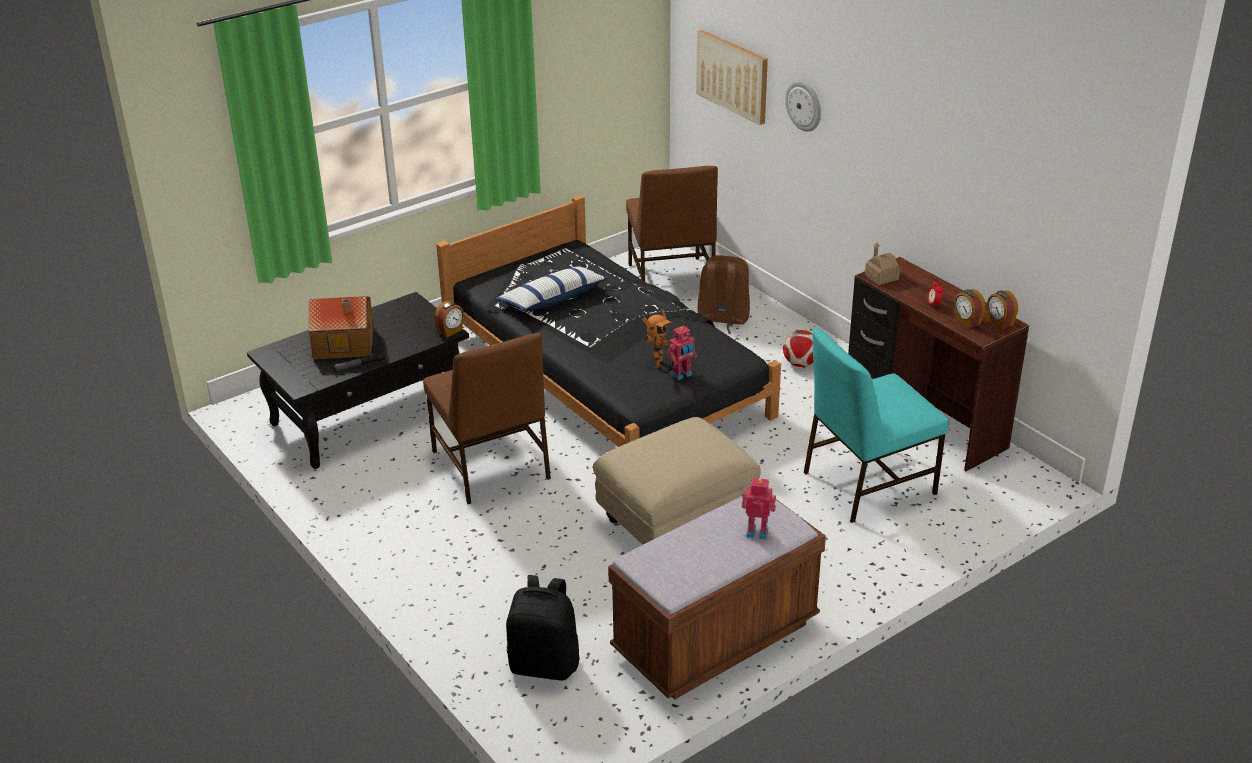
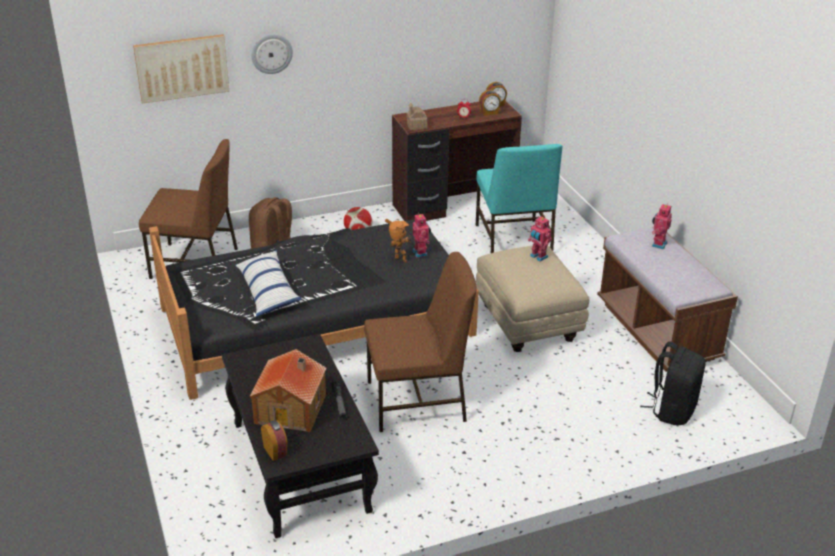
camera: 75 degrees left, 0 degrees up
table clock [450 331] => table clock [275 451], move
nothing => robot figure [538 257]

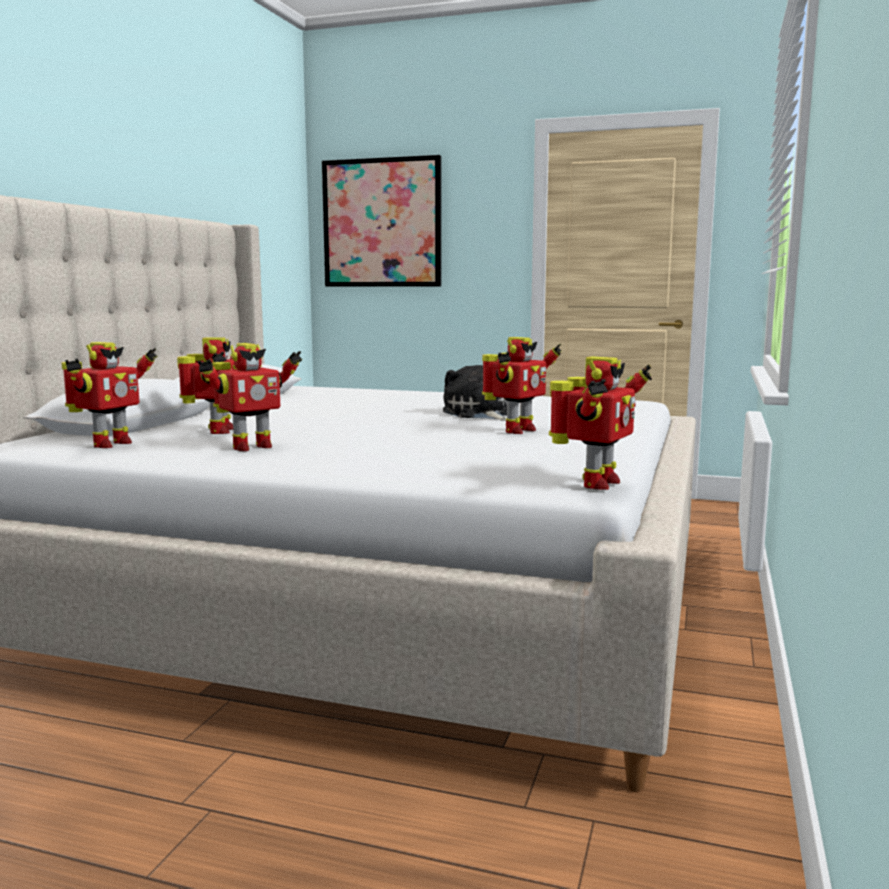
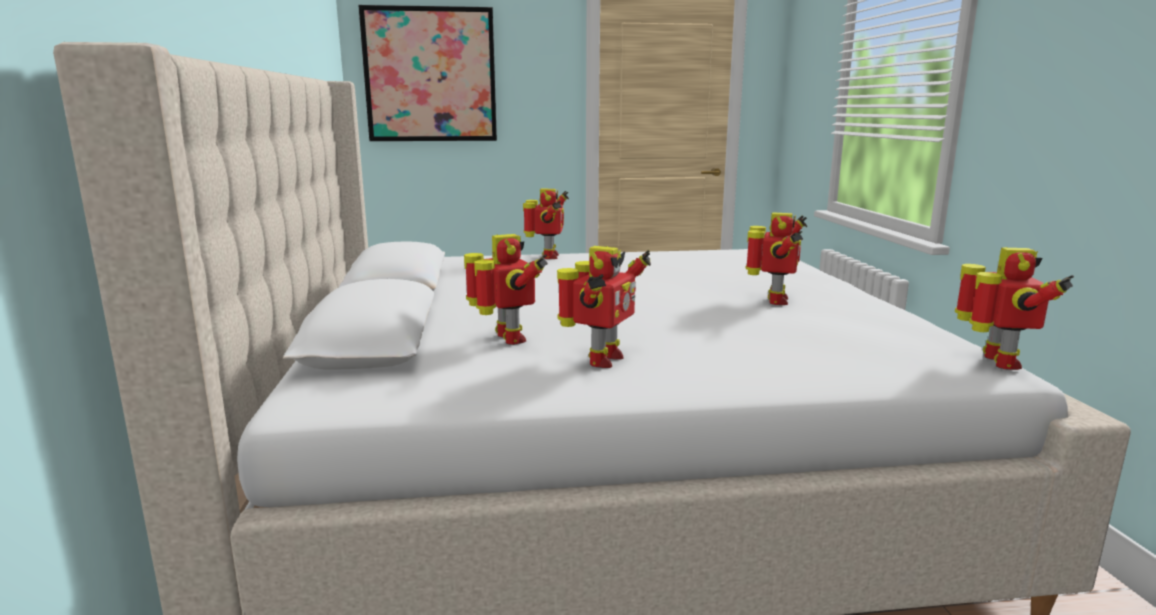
camera: 25 degrees left, 5 degrees up
robot figure [109 444] => robot figure [548 257], move
soft toy [479 414] => nothing

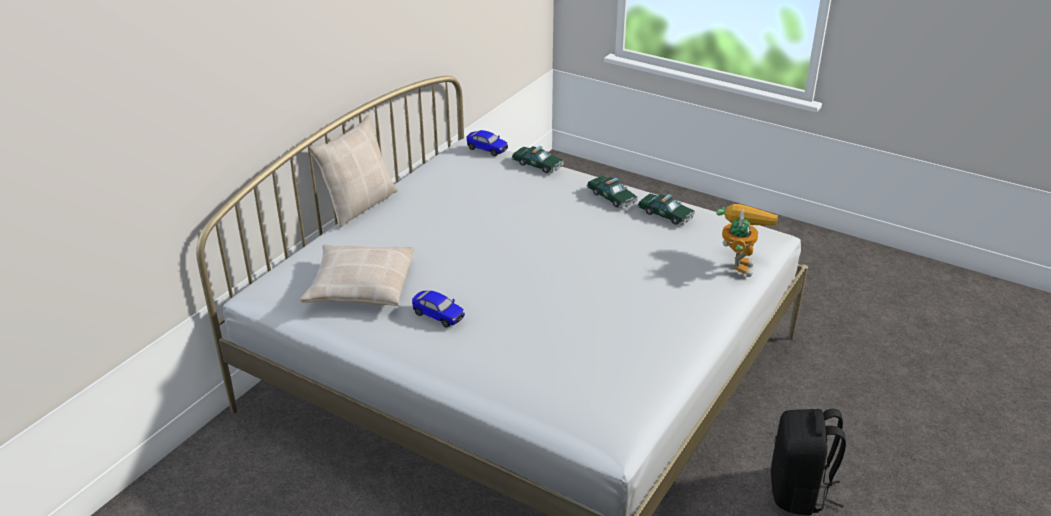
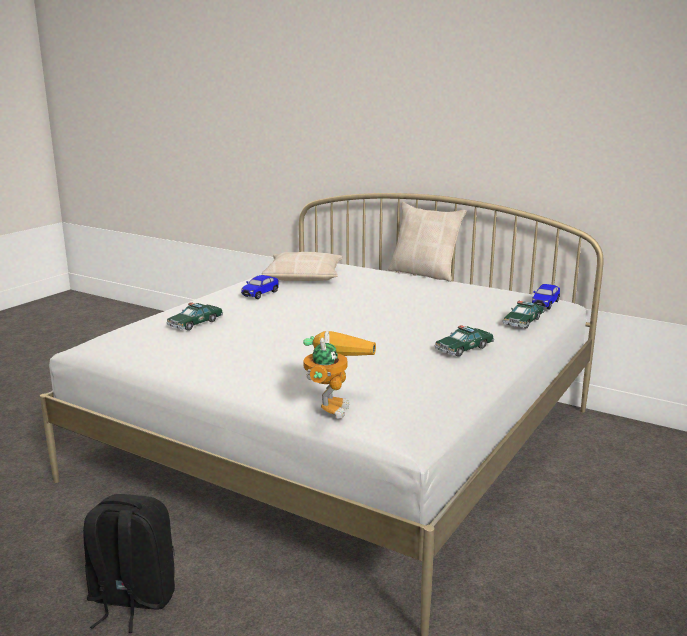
camera: 90 degrees right, 15 degrees down
model car [665 214] => model car [195 323], move
robot figure [738 262] => robot figure [332 404], 90 degrees counterclockwise

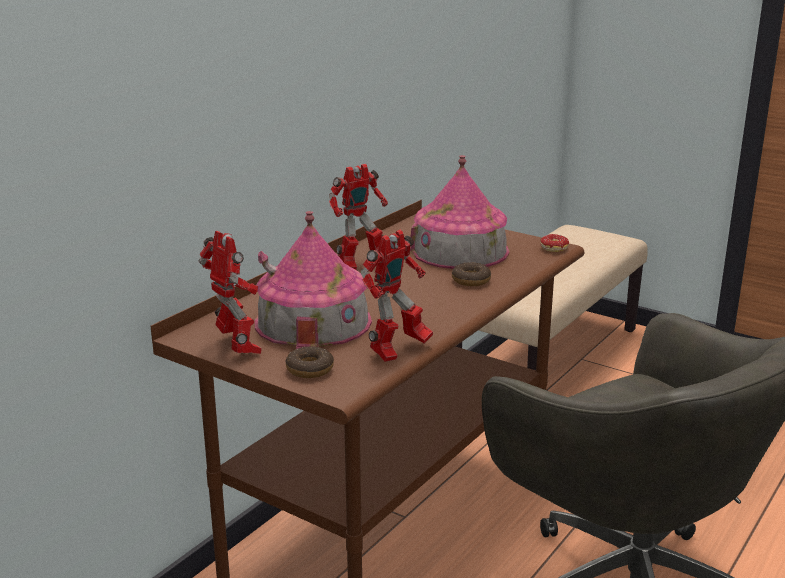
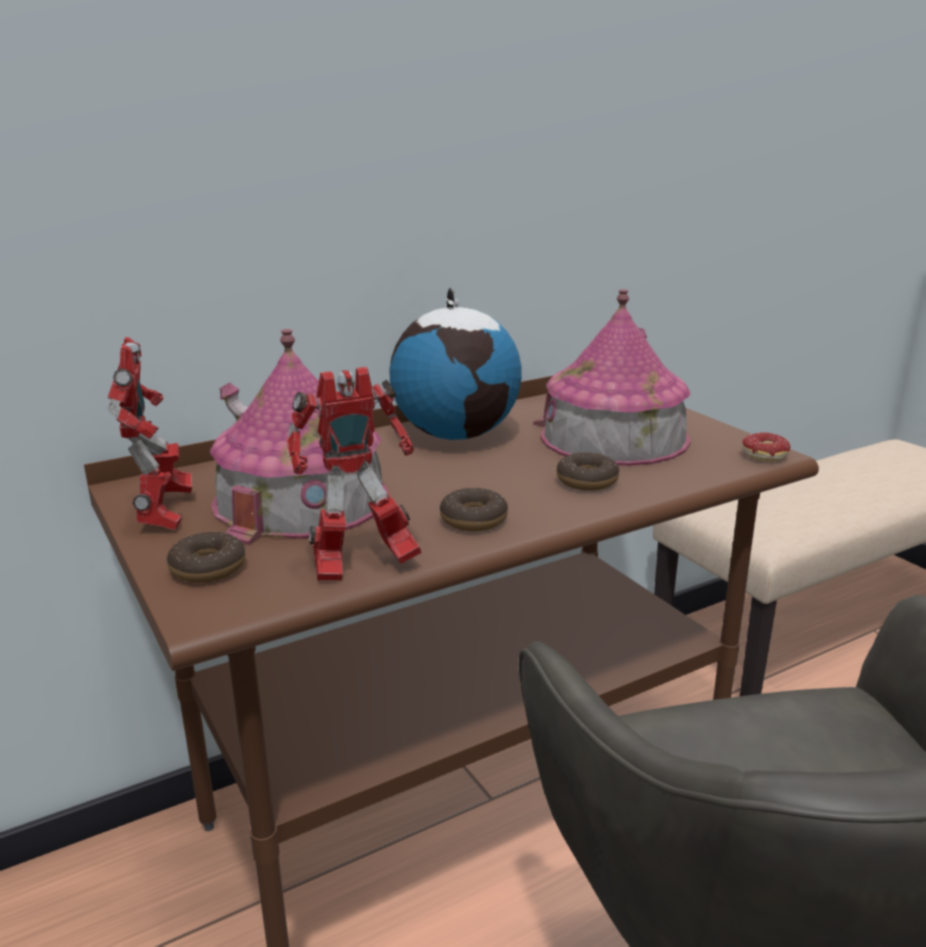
camera: 25 degrees right, 0 degrees up
robot figure [361 265] => globe [456 434]
nothing => ring doughnut [473 519]

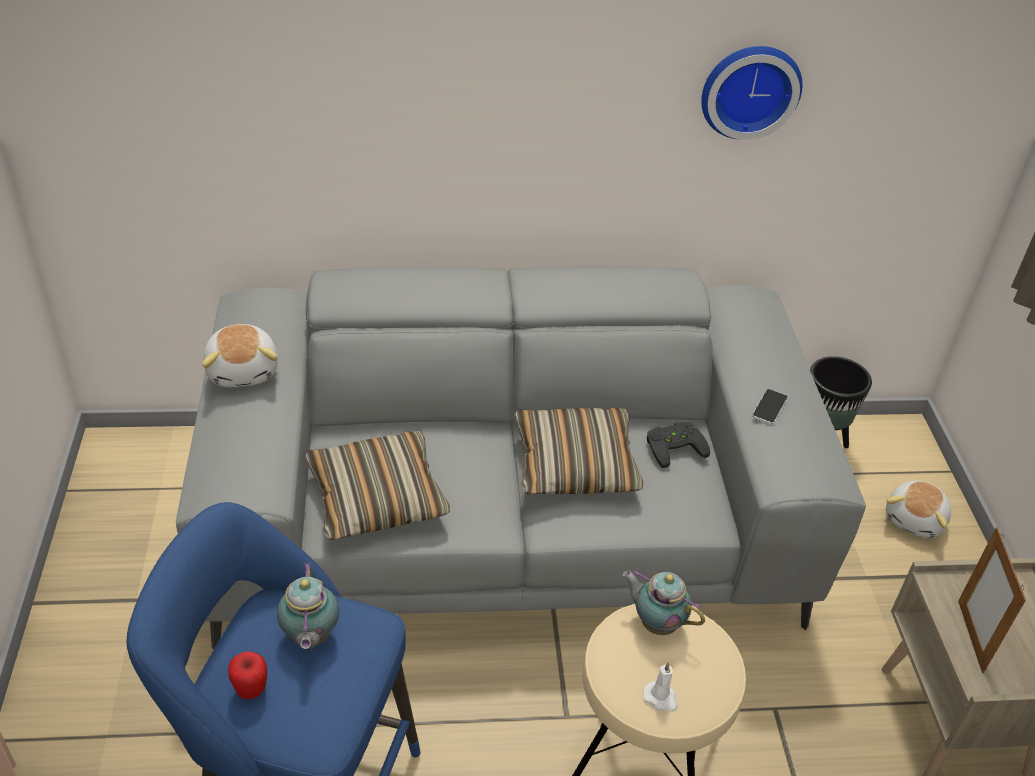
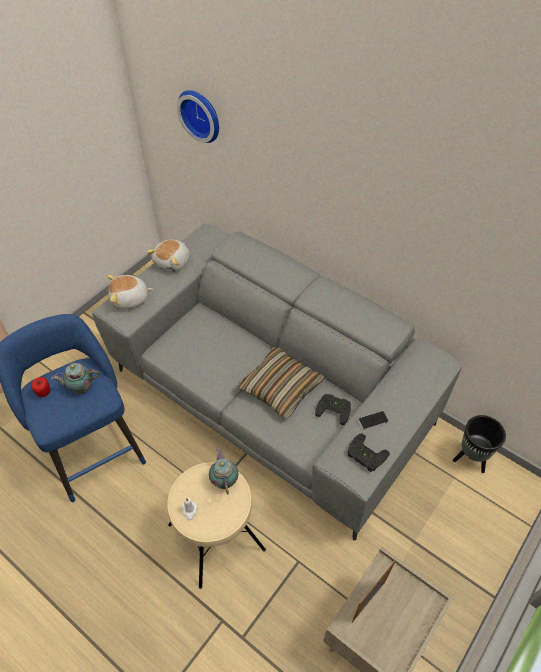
camera: 45 degrees right, 10 degrees up
wall clock [749 89] => wall clock [201 114], move
pillow [376 497] => nothing
soft toy [915 520] => soft toy [130 299], move
pot for tea [310 637] => pot for tea [80 388], 45 degrees clockwise
nothing => game controller in black [365 456]

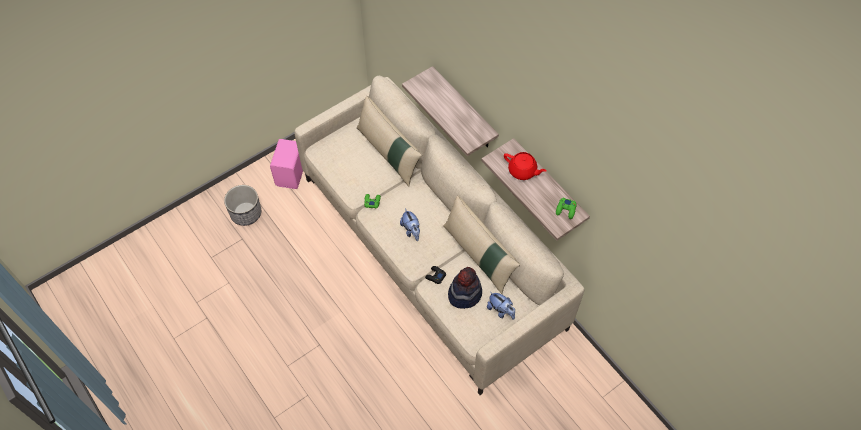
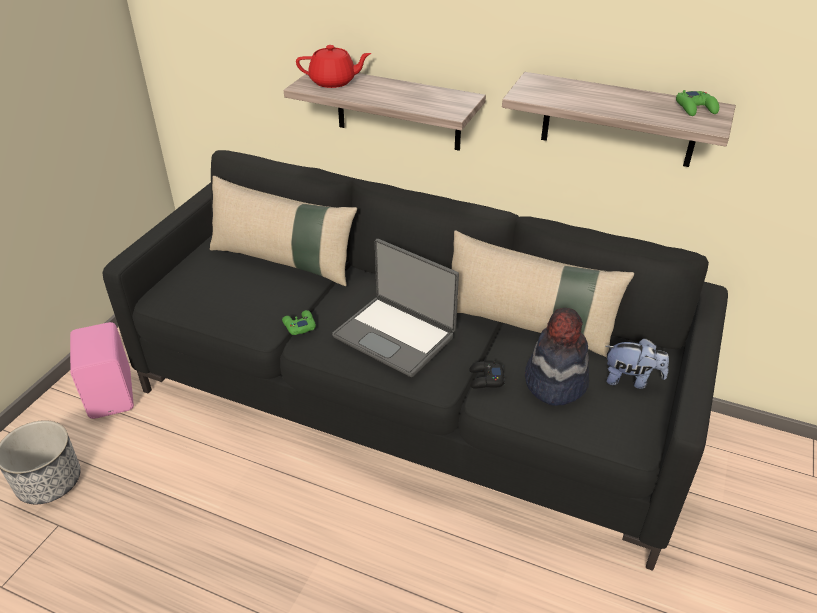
camera: 30 degrees left, 20 degrees down
couch in beige [430 251] => couch in black [408 402]
pot for tea in red [522 171] => pot for tea in red [333 82], move
soft toy [411 230] => laptop [395 335]

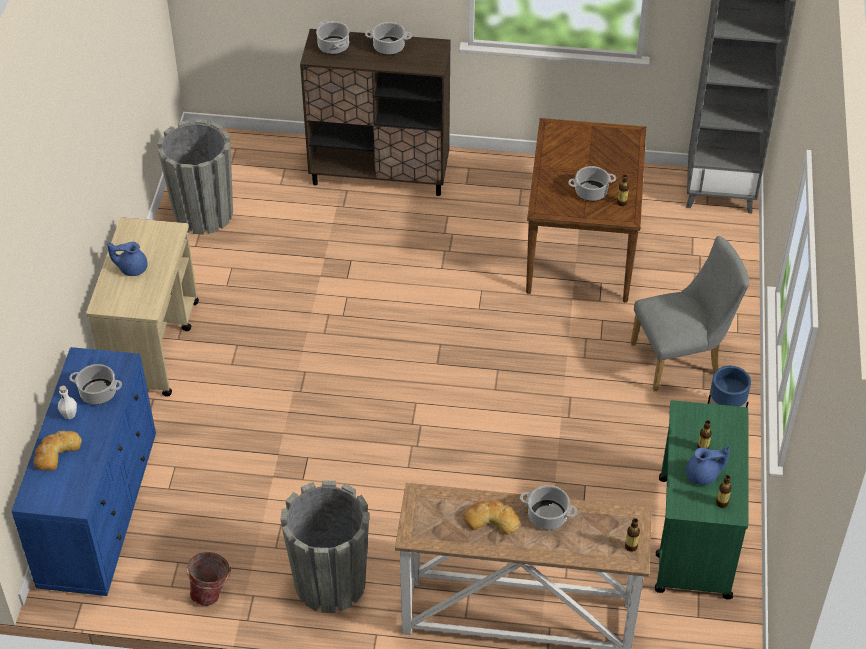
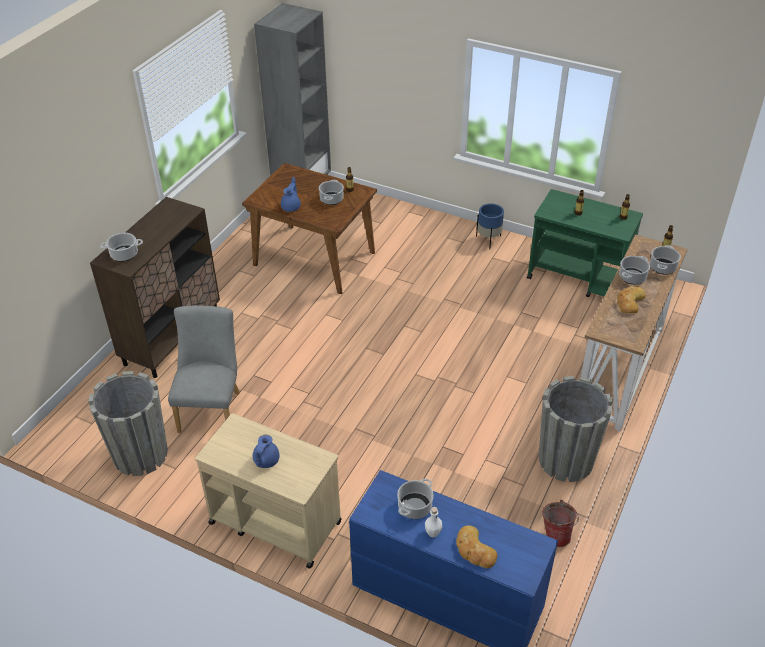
camera: 70 degrees left, 5 degrees down
saucepot [388 47] => saucepot [662 268], move
chair in grey [681 359] => chair in grey [212 408], move
pot for tea in blue [703 475] => pot for tea in blue [291 207], move

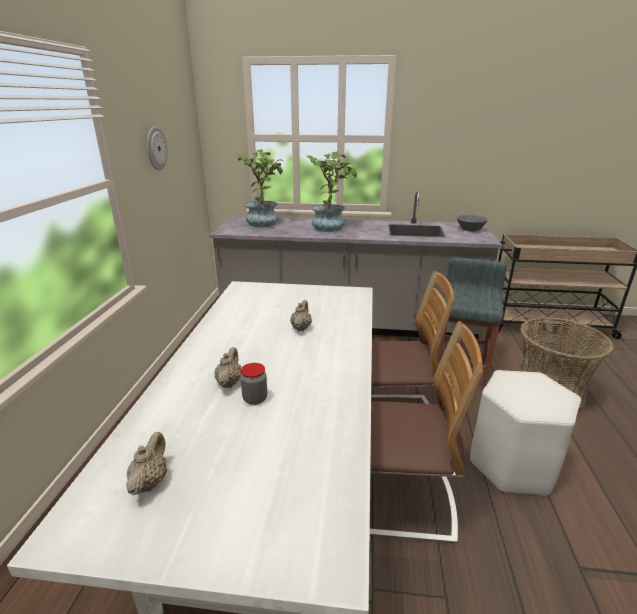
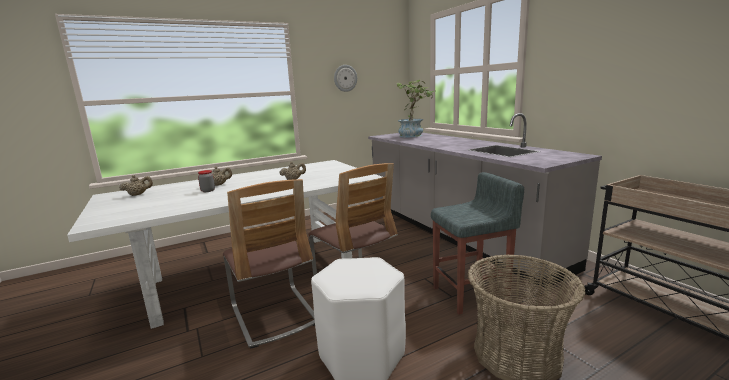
camera: 55 degrees right, 10 degrees down
plant in a pot [331 227] => nothing
bowl in grey [470 229] => nothing

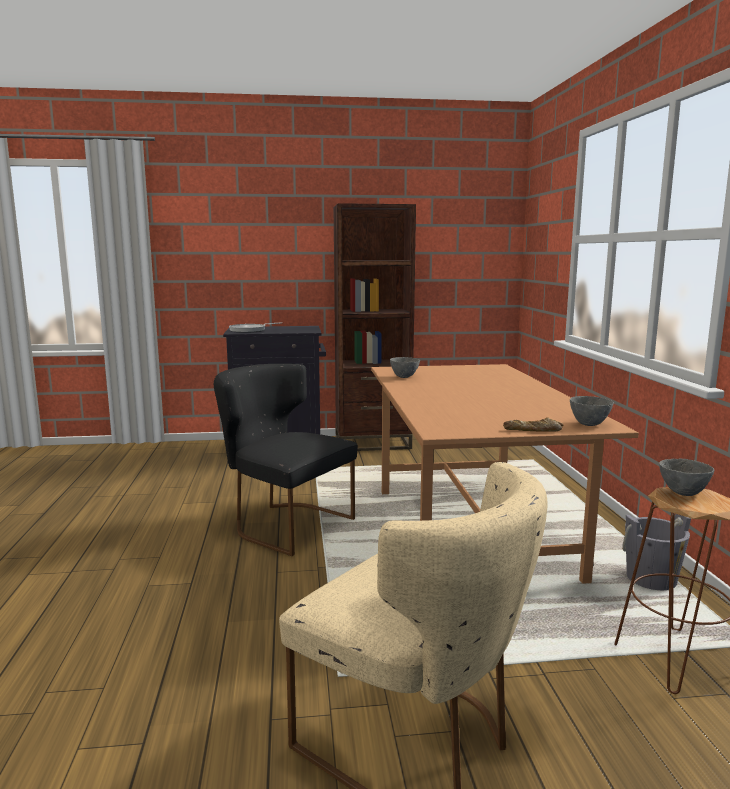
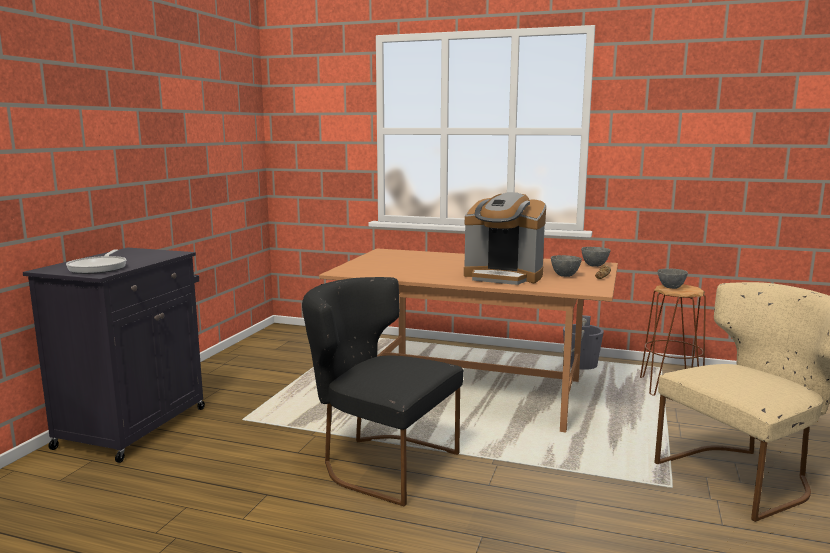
camera: 65 degrees left, 0 degrees up
bookshelf in brown-coloured [372 443] => nothing
bowl in grey [404 377] => bowl in grey [564 275], move
chair in black [284 524] => chair in black [380 463], 60 degrees clockwise
nothing => coffee maker [503 276]

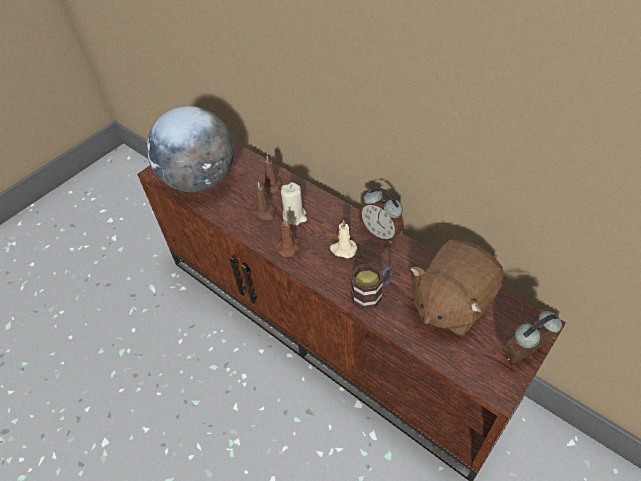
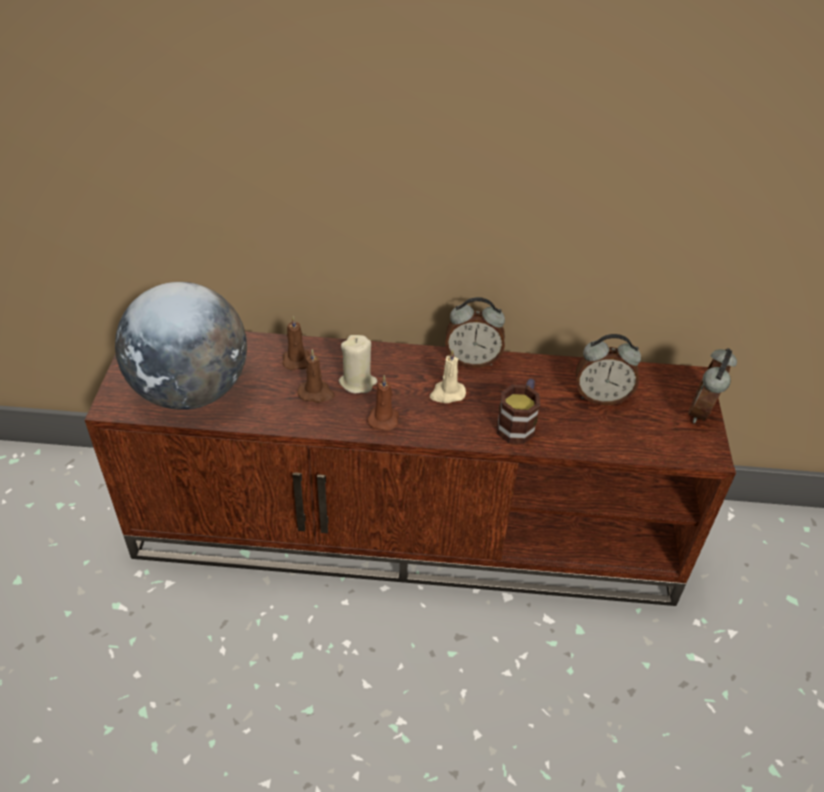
camera: 40 degrees left, 5 degrees down
soft toy in brown-coloured [450 303] => table clock [601 397]

